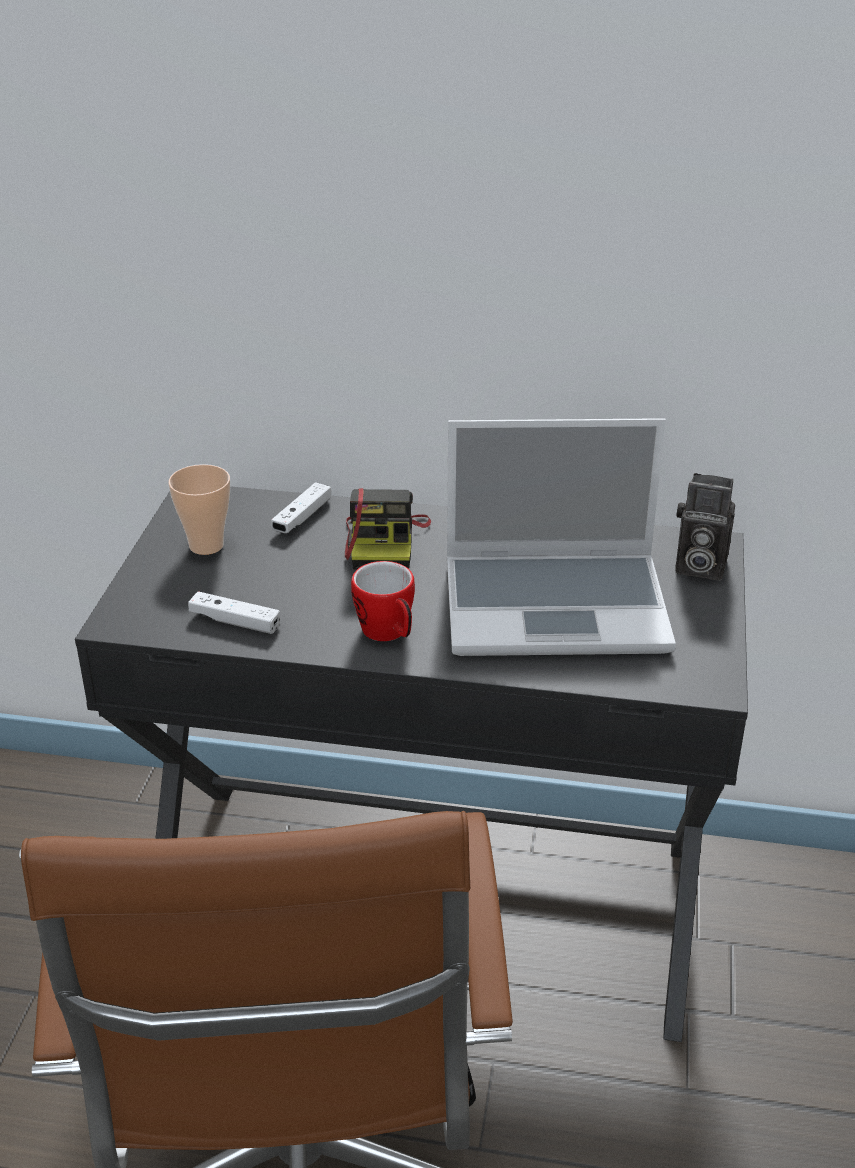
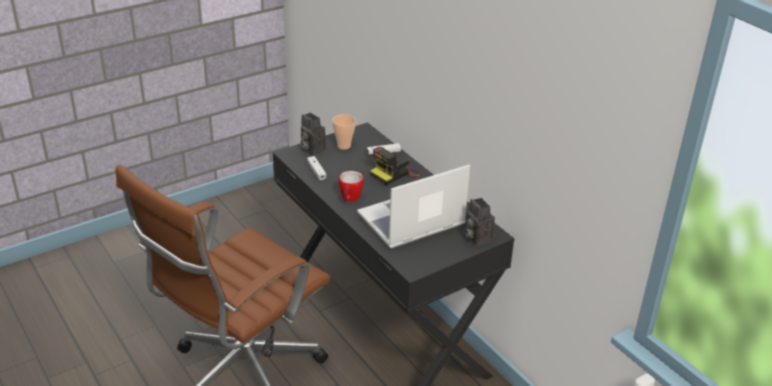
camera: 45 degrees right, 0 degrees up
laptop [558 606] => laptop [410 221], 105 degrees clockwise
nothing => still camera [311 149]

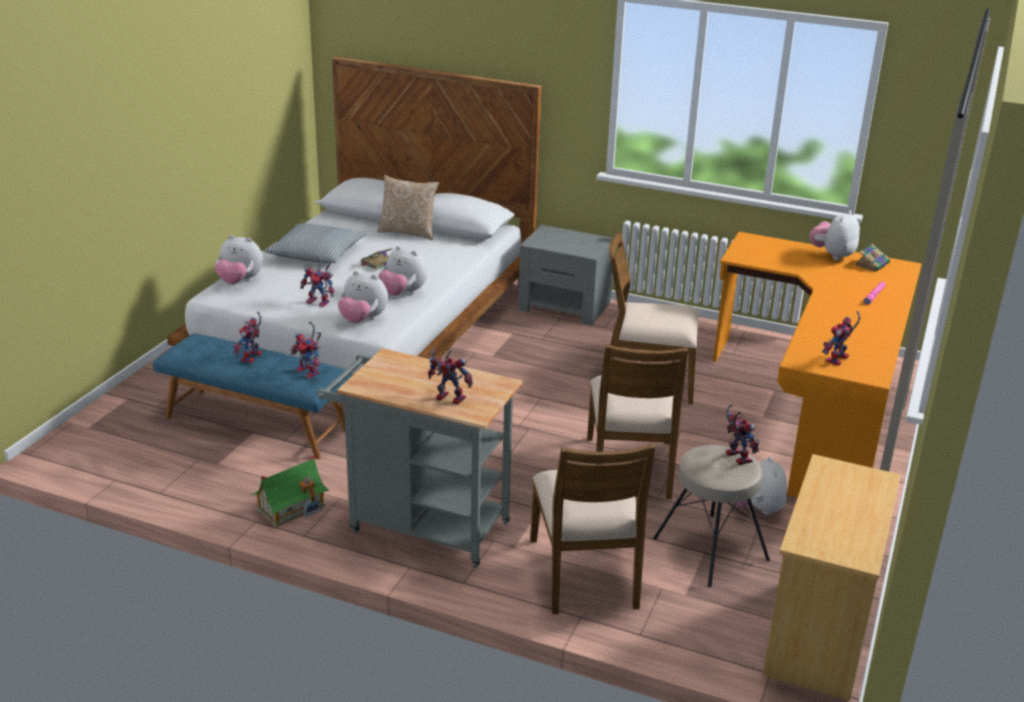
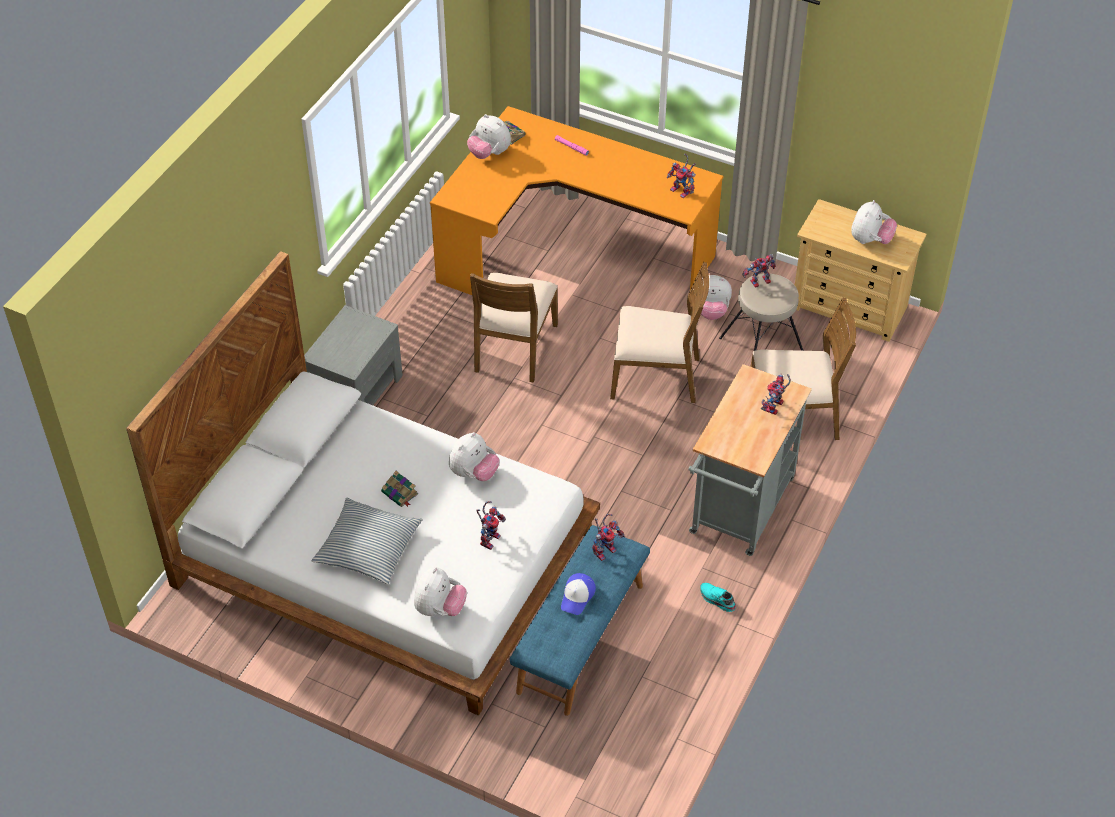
camera: 85 degrees left, 20 degrees up
pillow [408 232] => nothing
soft toy [363 320] => soft toy [870 240], move
robot figure [252 358] => baseball cap [577 597]
model house [291 507] => shoe in blue-green [716 600]

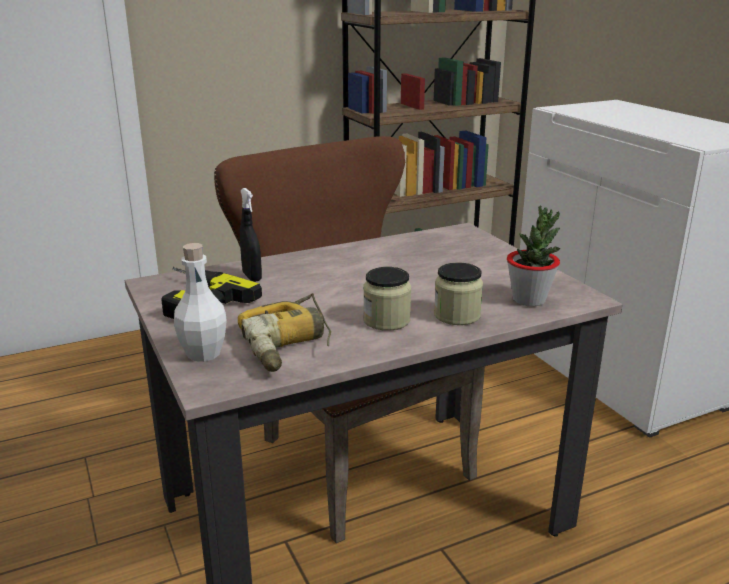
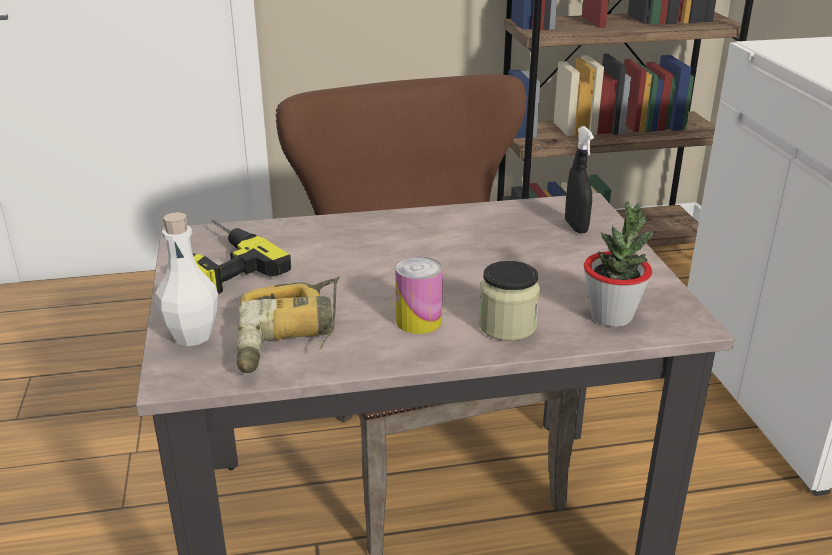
camera: 15 degrees right, 5 degrees up
hand sprayer in black [252 277] => hand sprayer in black [576 227], move
storage jar [386 320] => metal can [418 321]

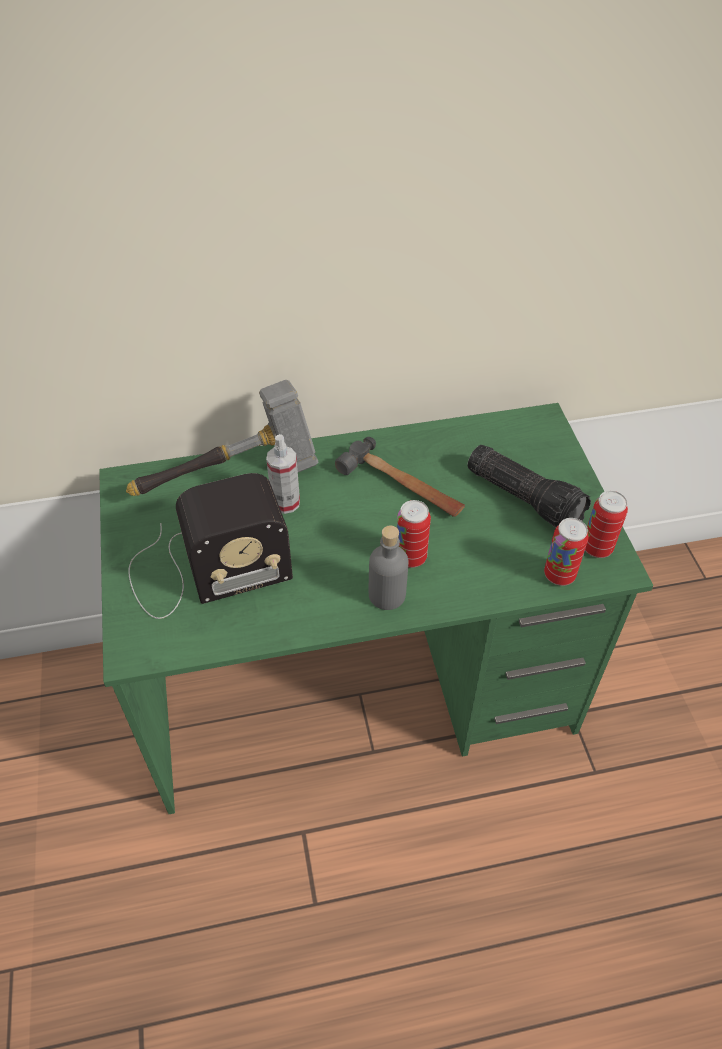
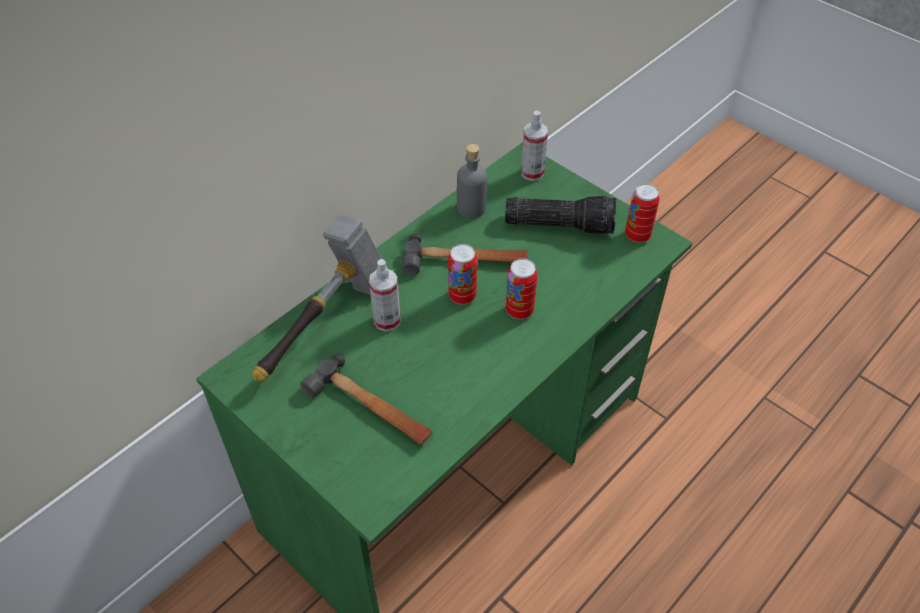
camera: 35 degrees left, 0 degrees up
radio set [203 570] => tool hammer [370 409]
metal can [559 575] => metal can [462 296], move
drink bottle in grey [387 595] => drink bottle in grey [471 208], move
nothing => hand sprayer [532 173]

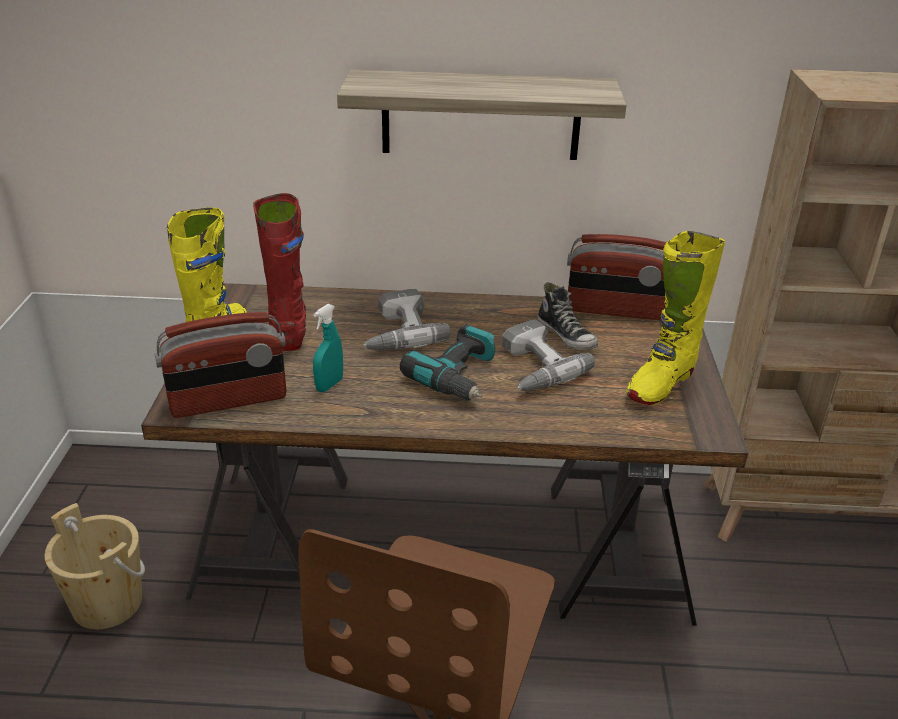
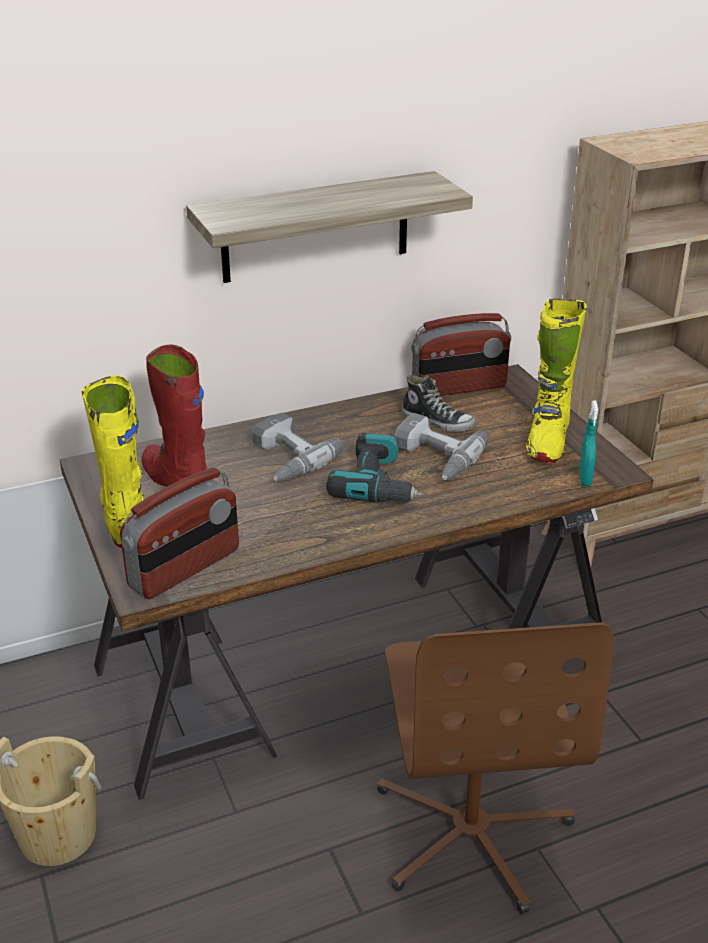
camera: 25 degrees left, 0 degrees up
hand sprayer in blue-green [329 385] => hand sprayer in blue-green [585 479], move

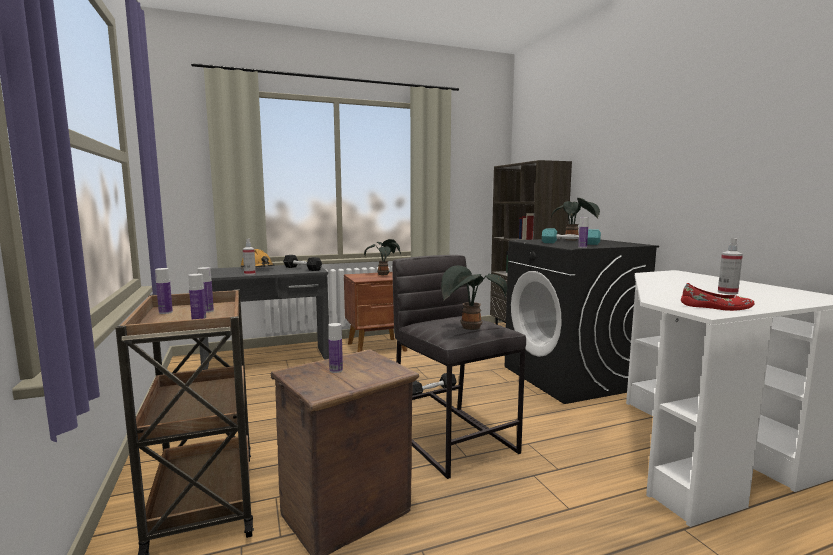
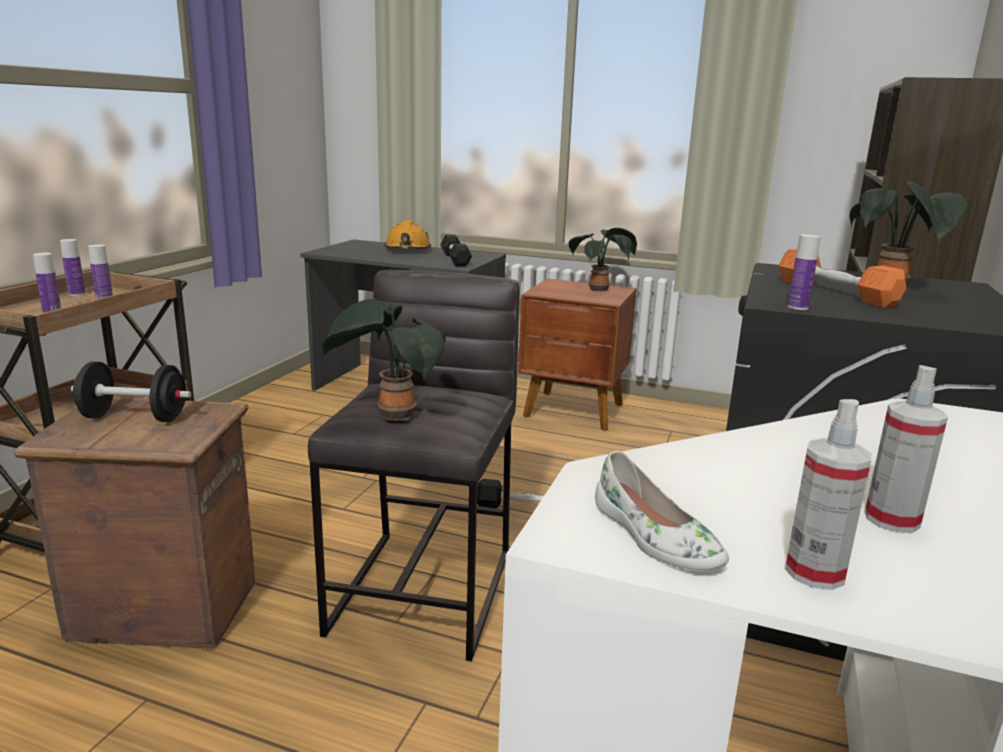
camera: 40 degrees right, 10 degrees up
free weight in blue-green [570 243] => free weight in orange-coloured [835 292]
hand sprayer [250 274] => hand sprayer [814 572], move
shoe in red [716 307] => shoe in white [653 537]
drink bottle [336 370] => free weight in black [134 418]

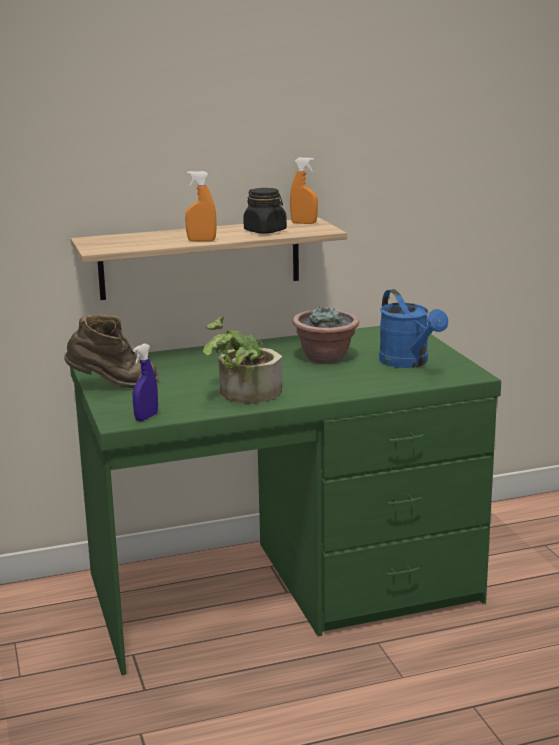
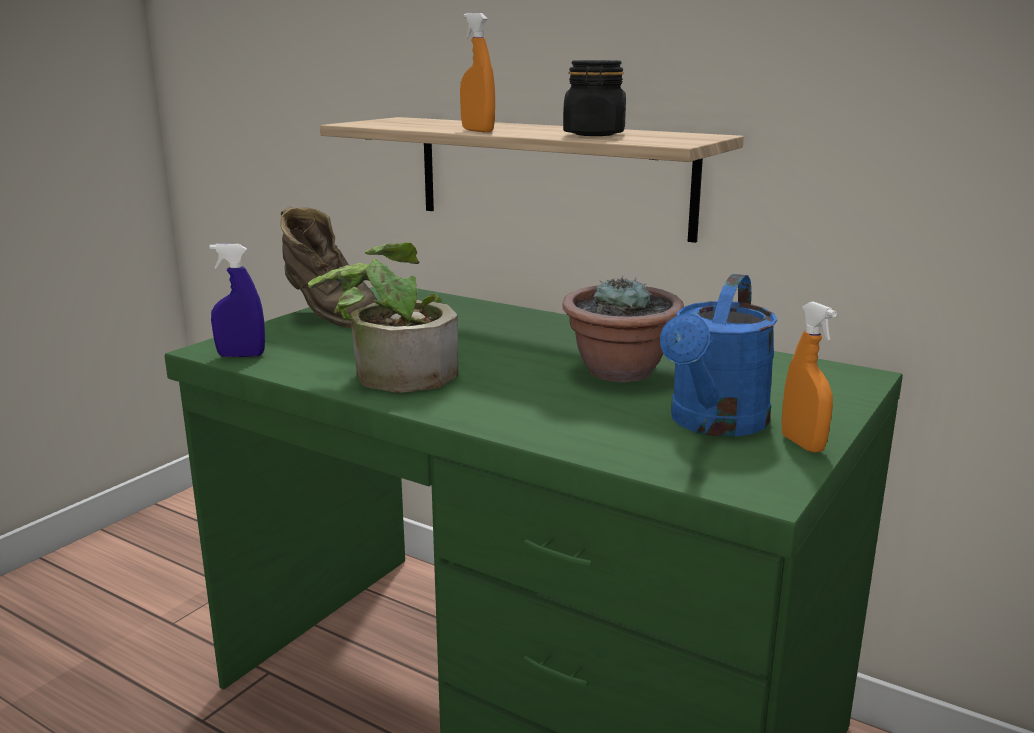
camera: 50 degrees right, 0 degrees up
hand sprayer in orange-coloured [304 223] => hand sprayer in orange-coloured [802 444], move

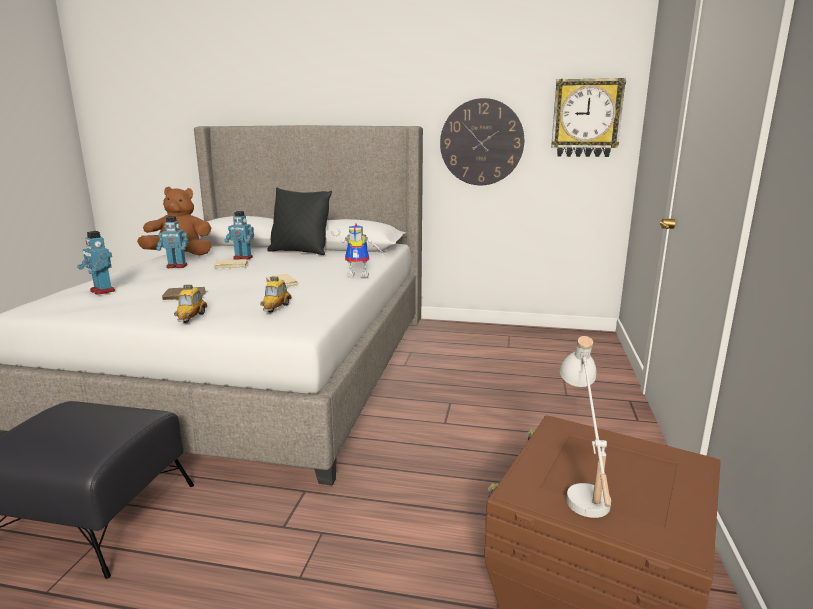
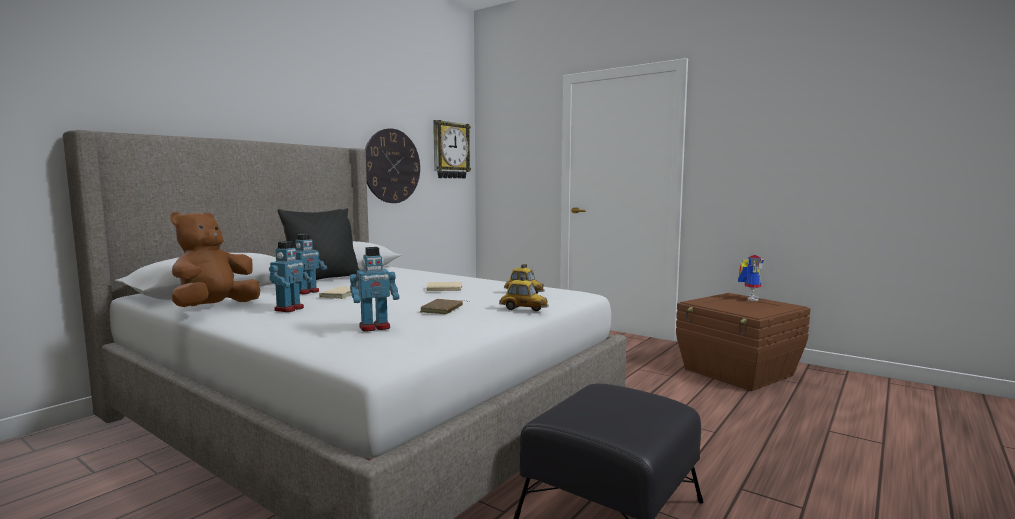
camera: 65 degrees left, 10 degrees down
robot figure [360 274] => robot figure [749 298], move
tabletop lamp in white [582 484] => nothing

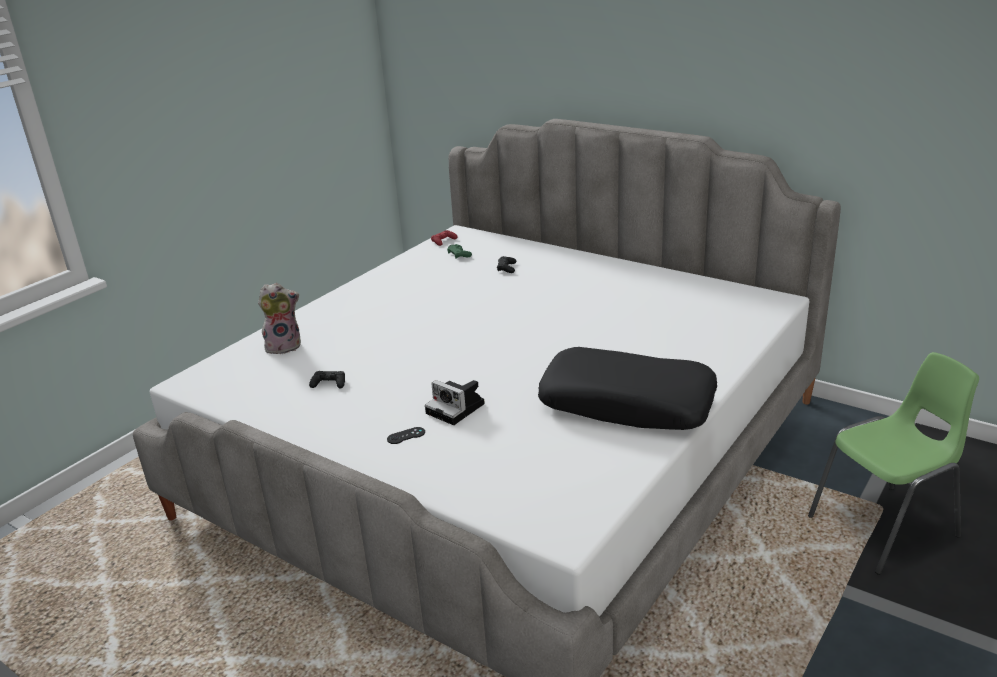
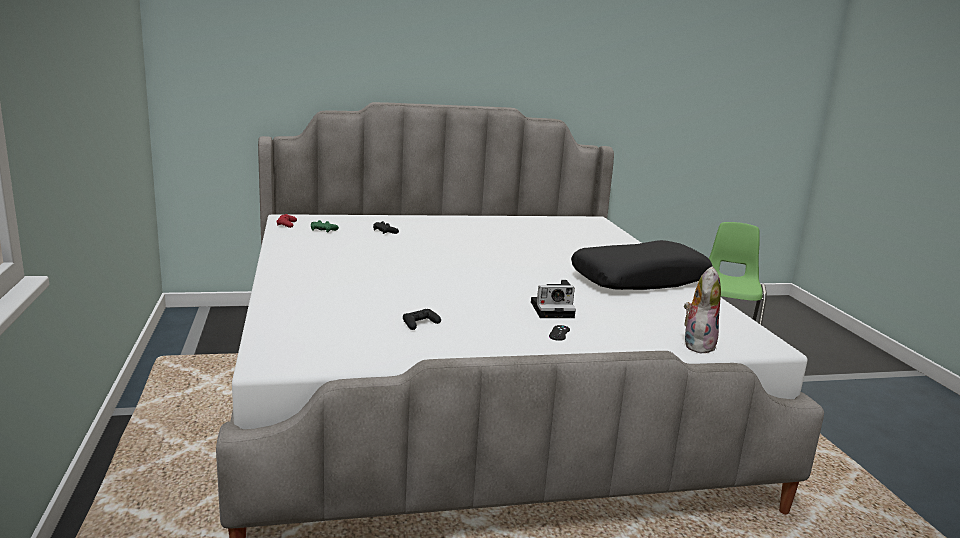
camera: 50 degrees left, 10 degrees down
soft toy [284 346] => soft toy [697 344], move

